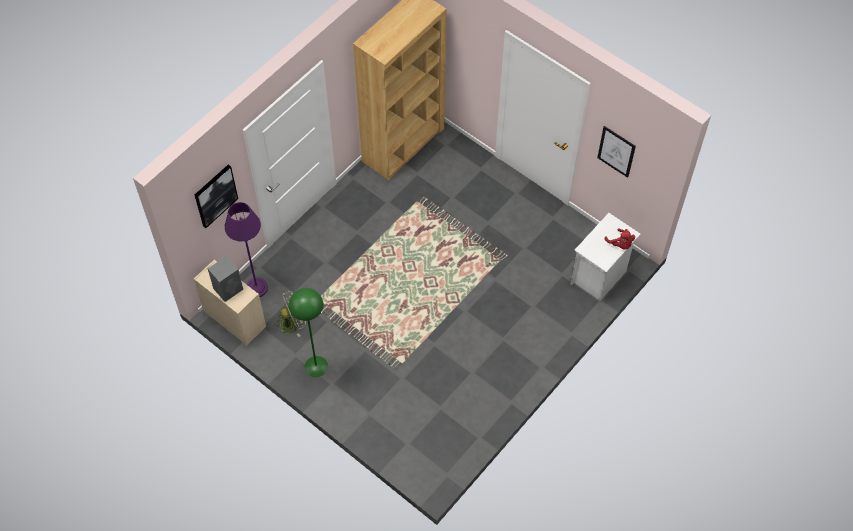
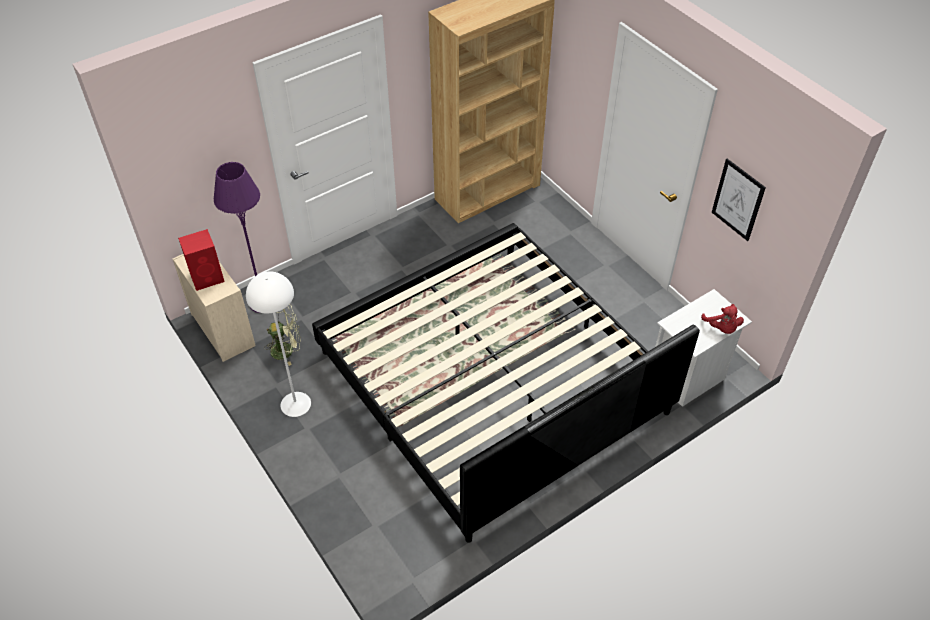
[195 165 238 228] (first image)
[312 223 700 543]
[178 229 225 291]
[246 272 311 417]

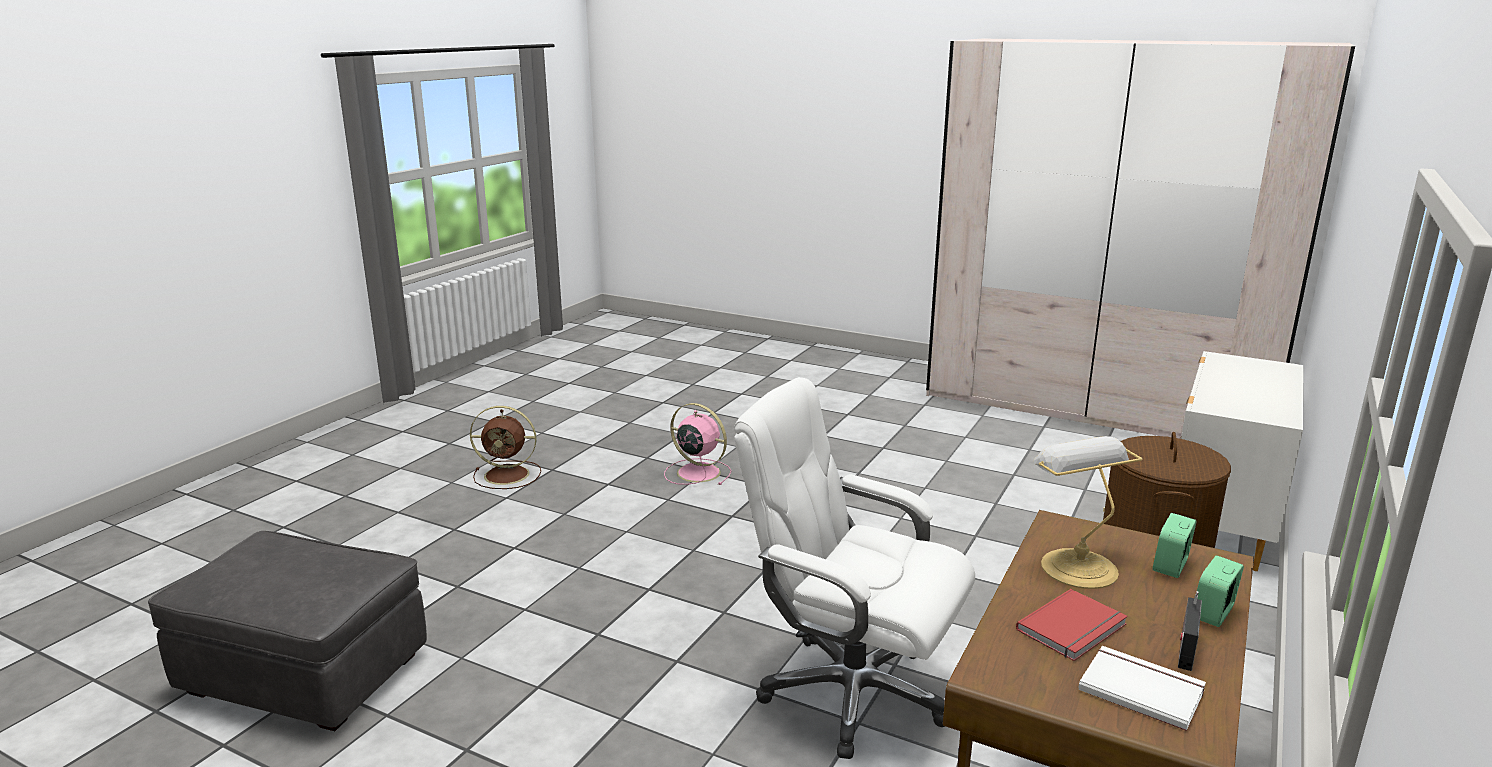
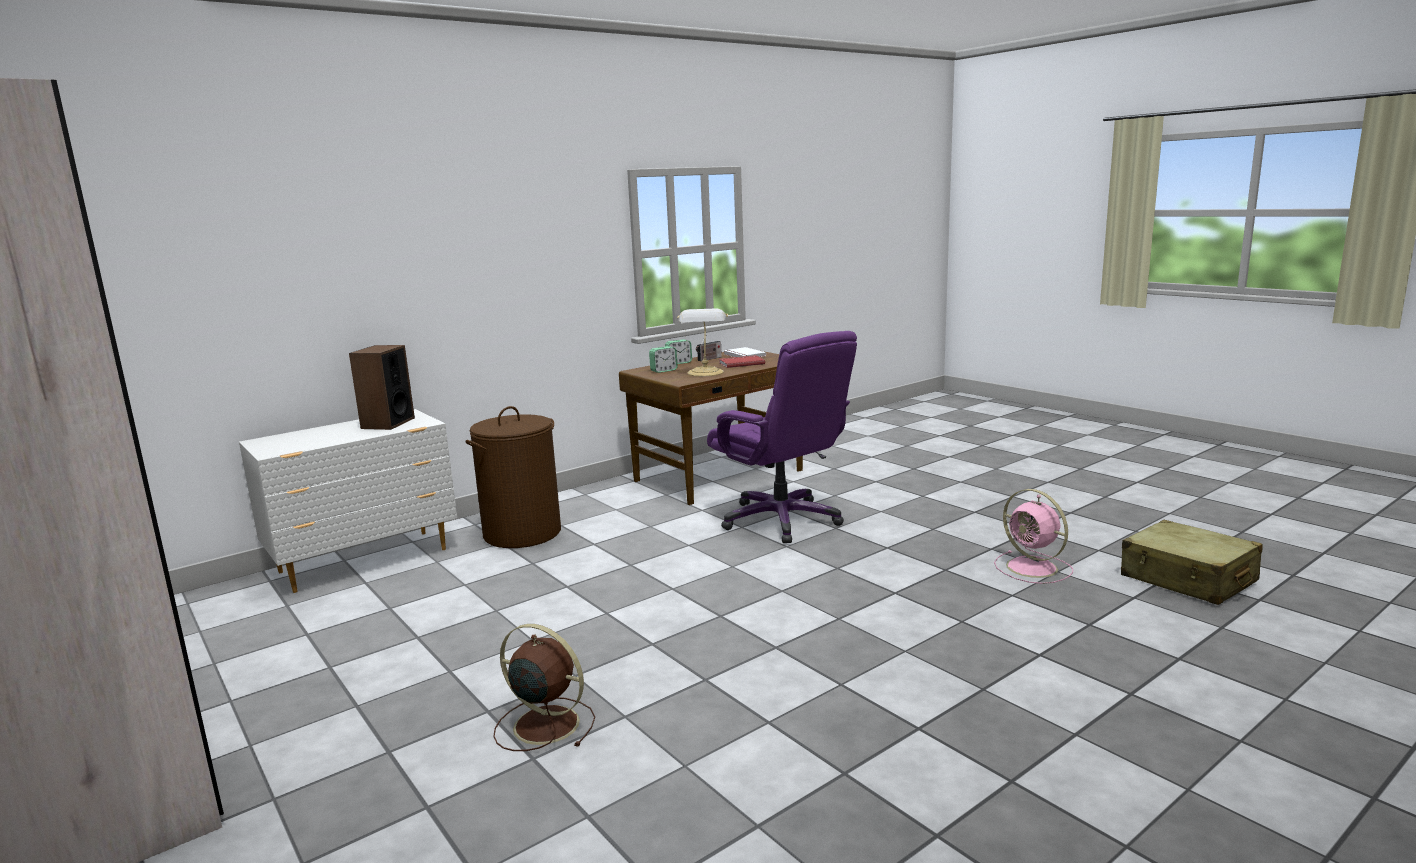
[349 345 415 430]
[494 624 595 751]
[994 489 1073 584]
[1121 520 1263 605]
[707 331 857 543]

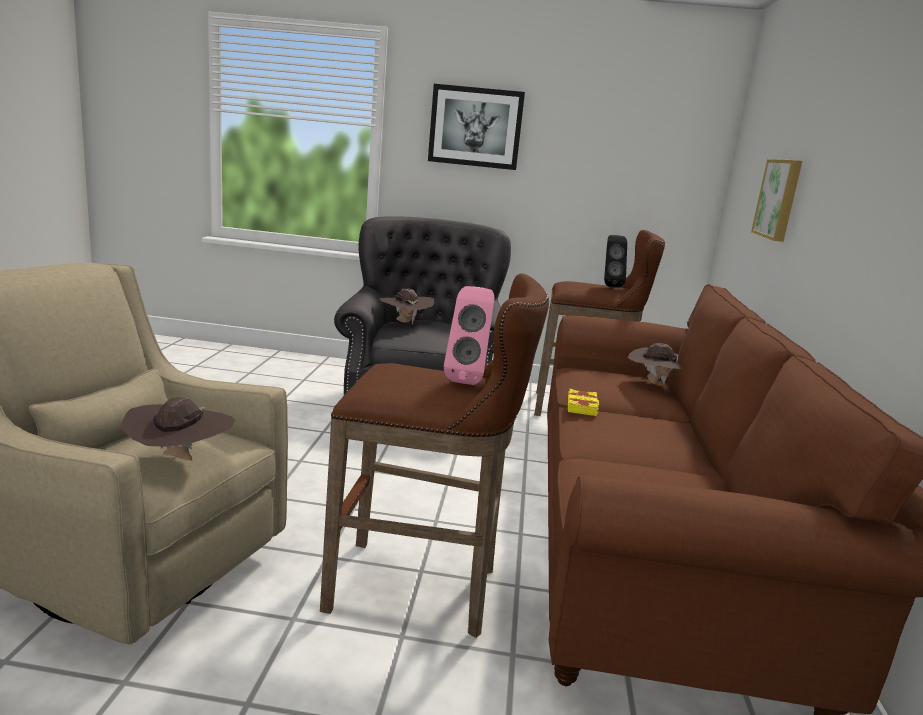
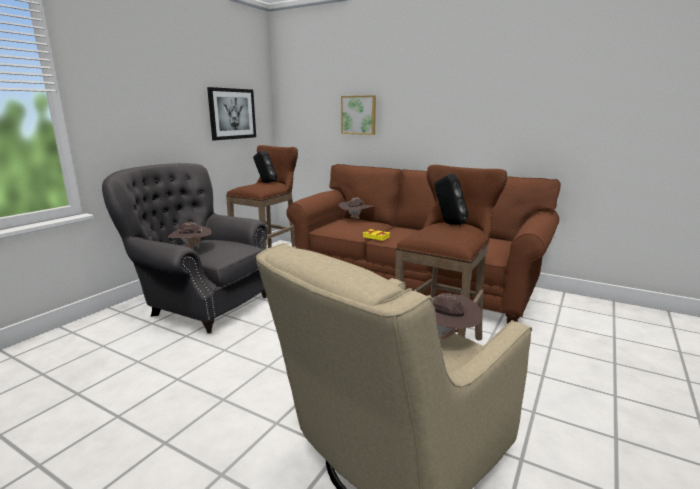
[207 87 256 140]
[434 174 469 225]

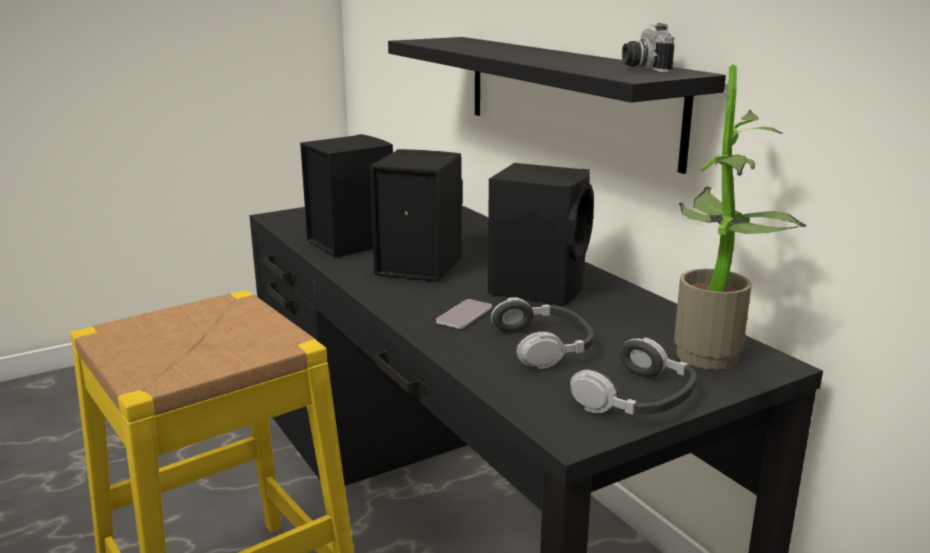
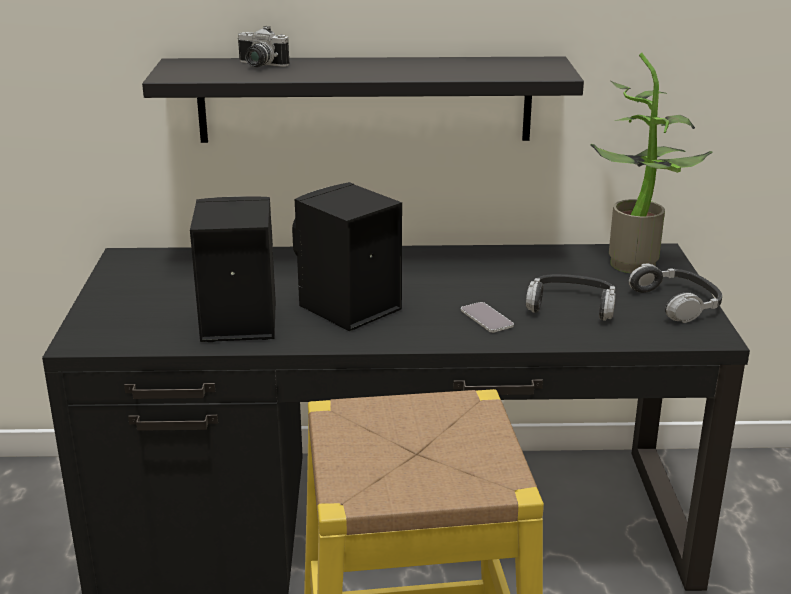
[488 163 594 306] (first image)
[237 26 289 67]

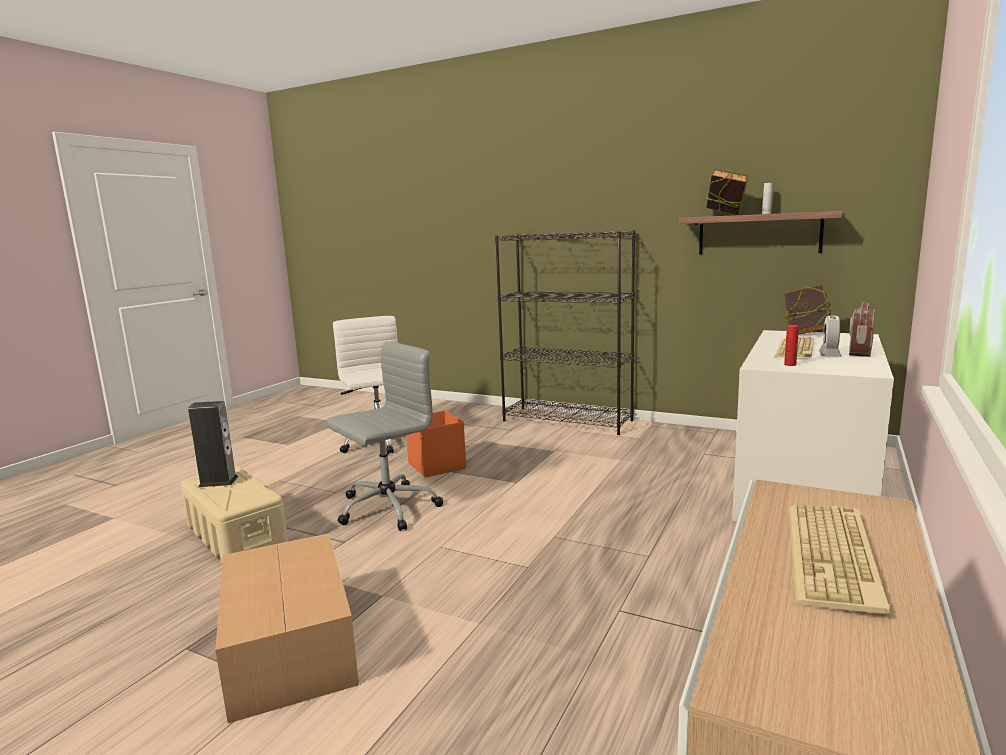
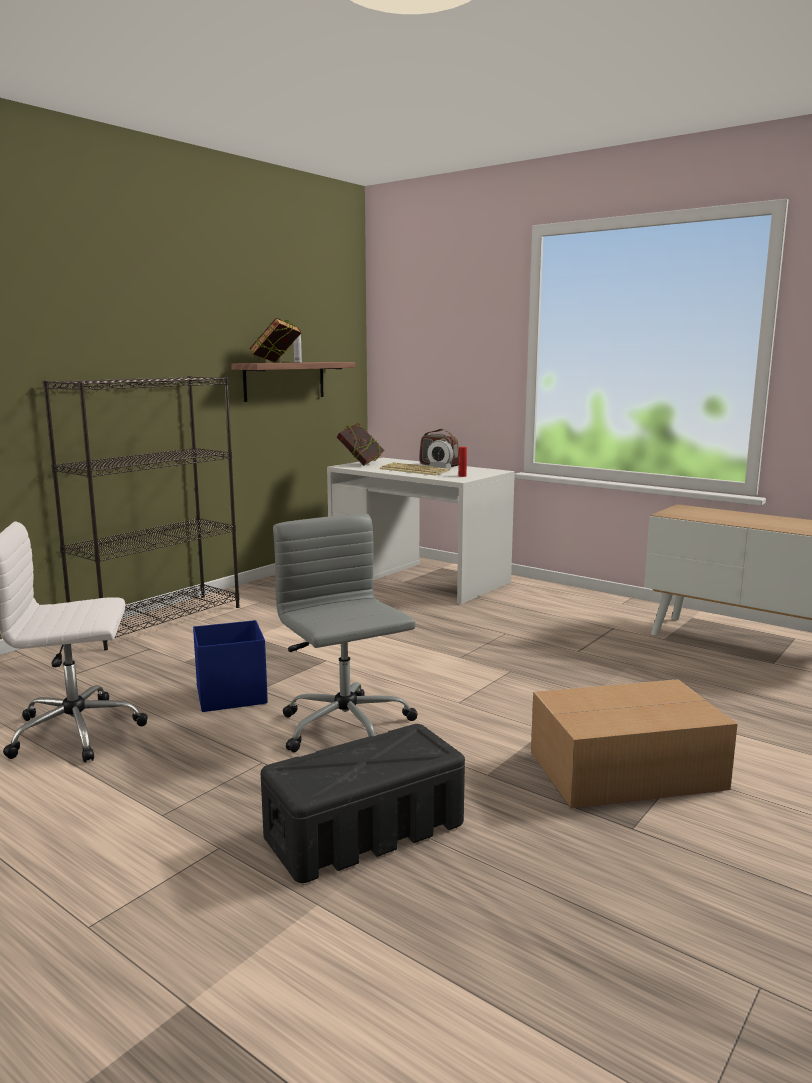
[188 401 238 487] (first image)
[789 504 890 614] (first image)
[261 724 465 883]
[193 620 268 712]

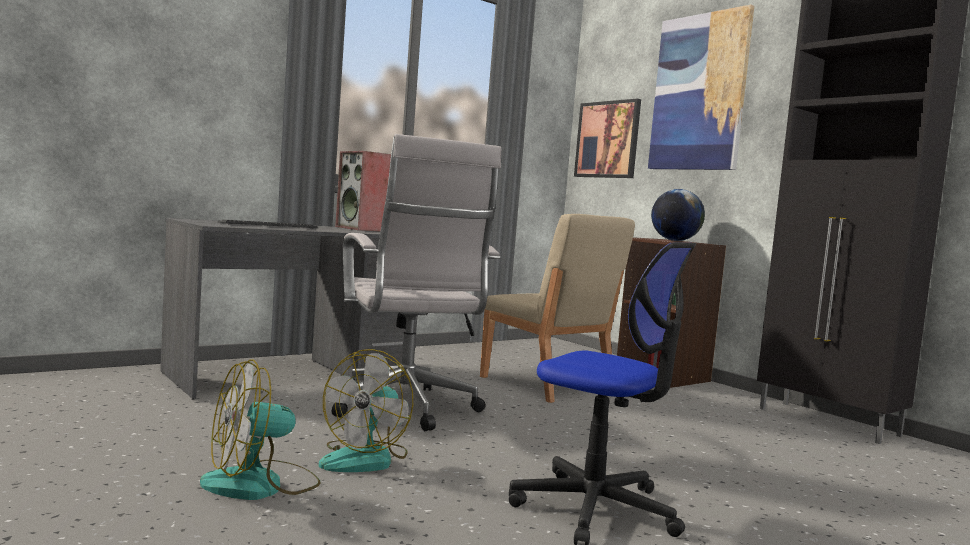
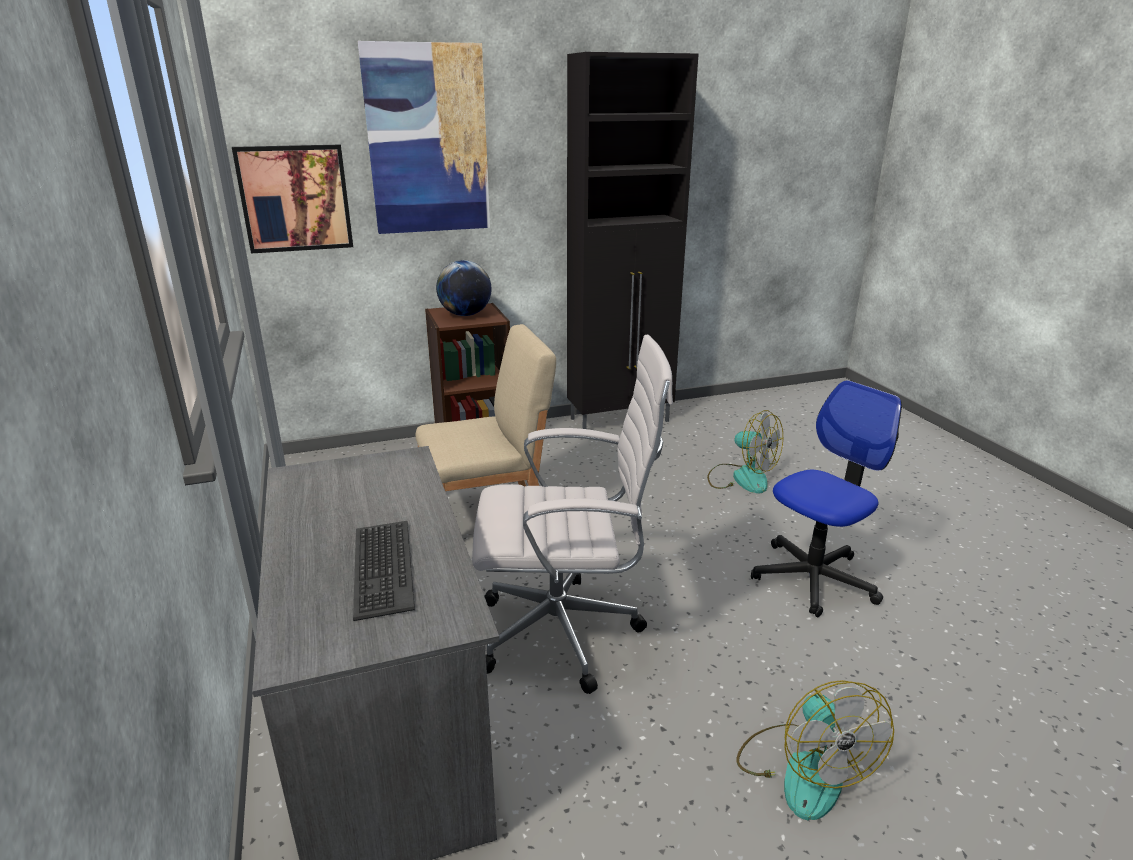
[335 151 391 231] (first image)
[707 410 783 493]

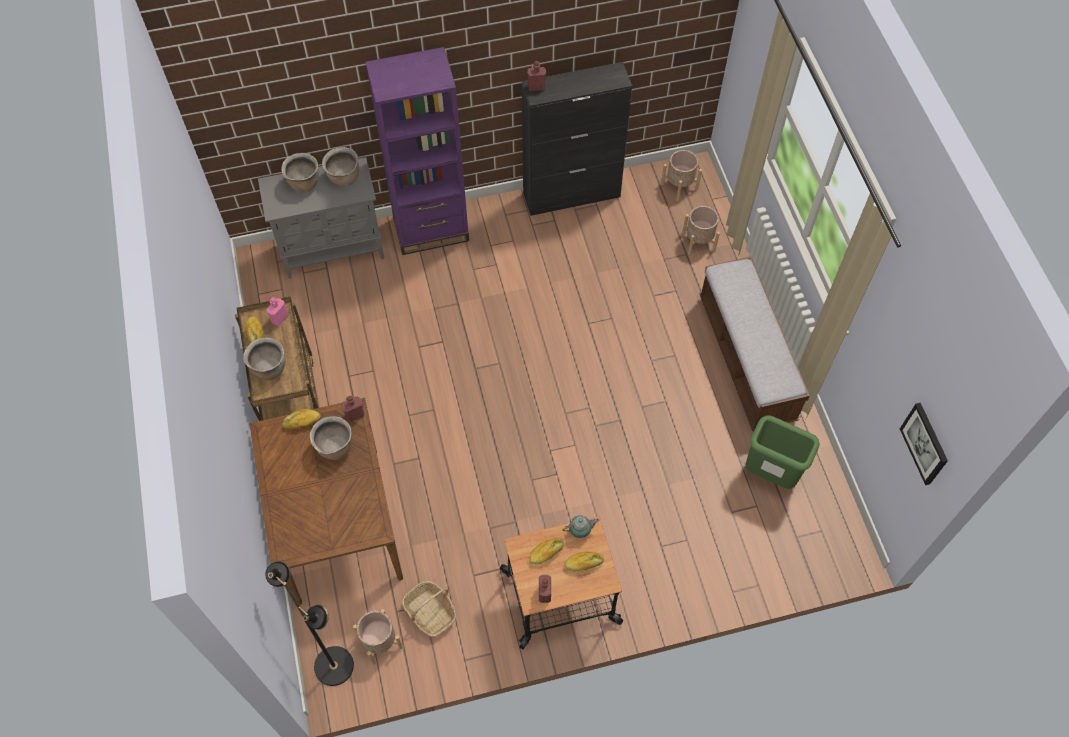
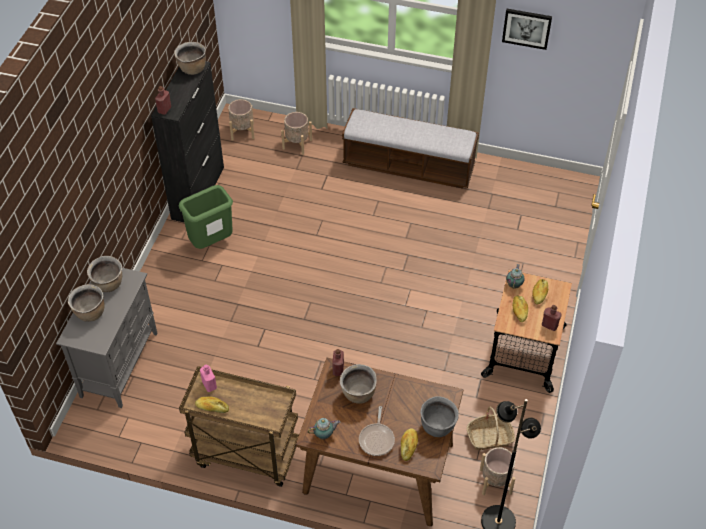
[366 47 469 255] (first image)
[308 418 340 440]
[359 406 395 456]
[420 396 459 437]
[174 42 206 75]
[401 428 418 461]
[179 185 233 249]
[502 9 552 50]

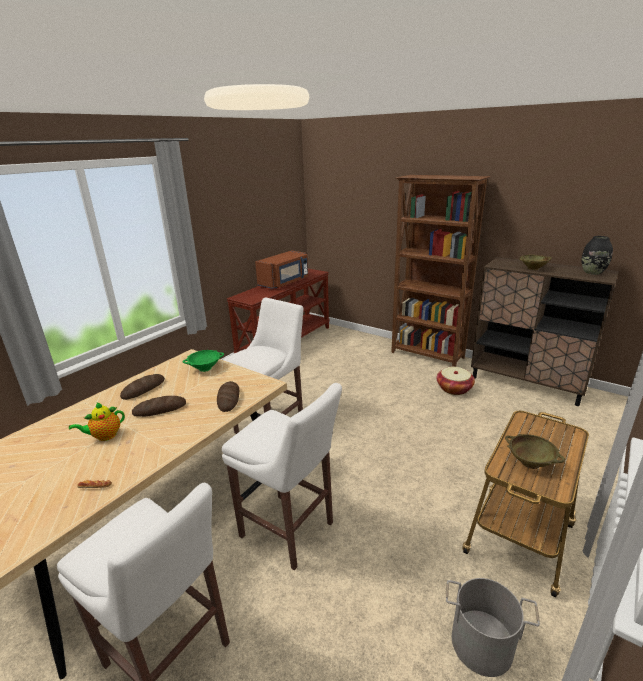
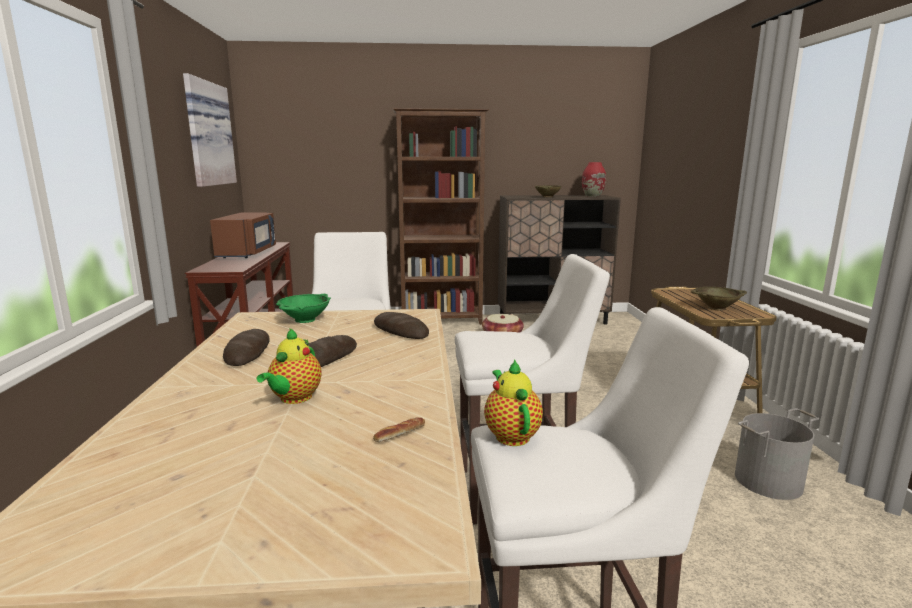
[183 73 237 187]
[484 359 543 446]
[582 162 606 196]

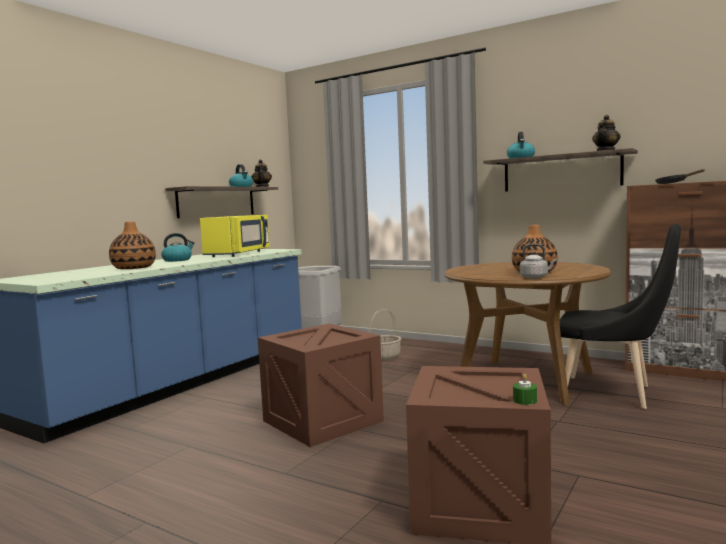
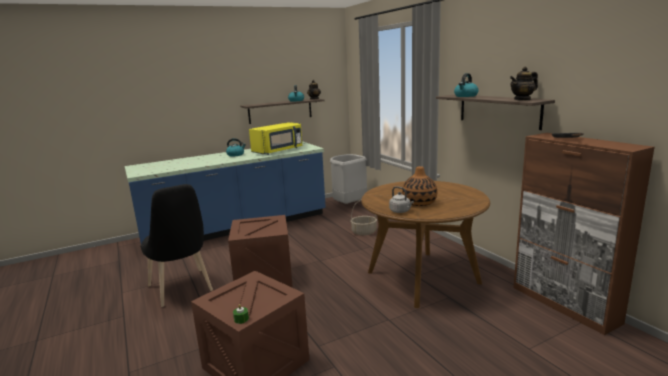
[109 222 156 269] (first image)
[140 184 213 307]

